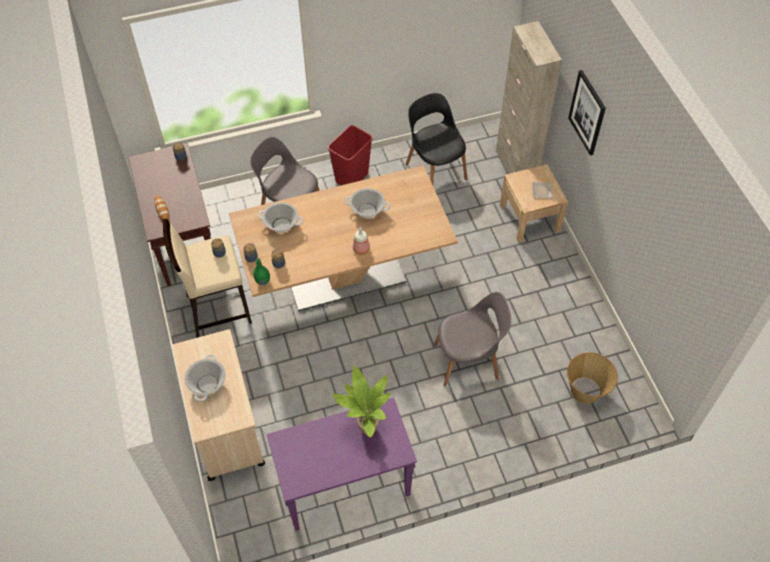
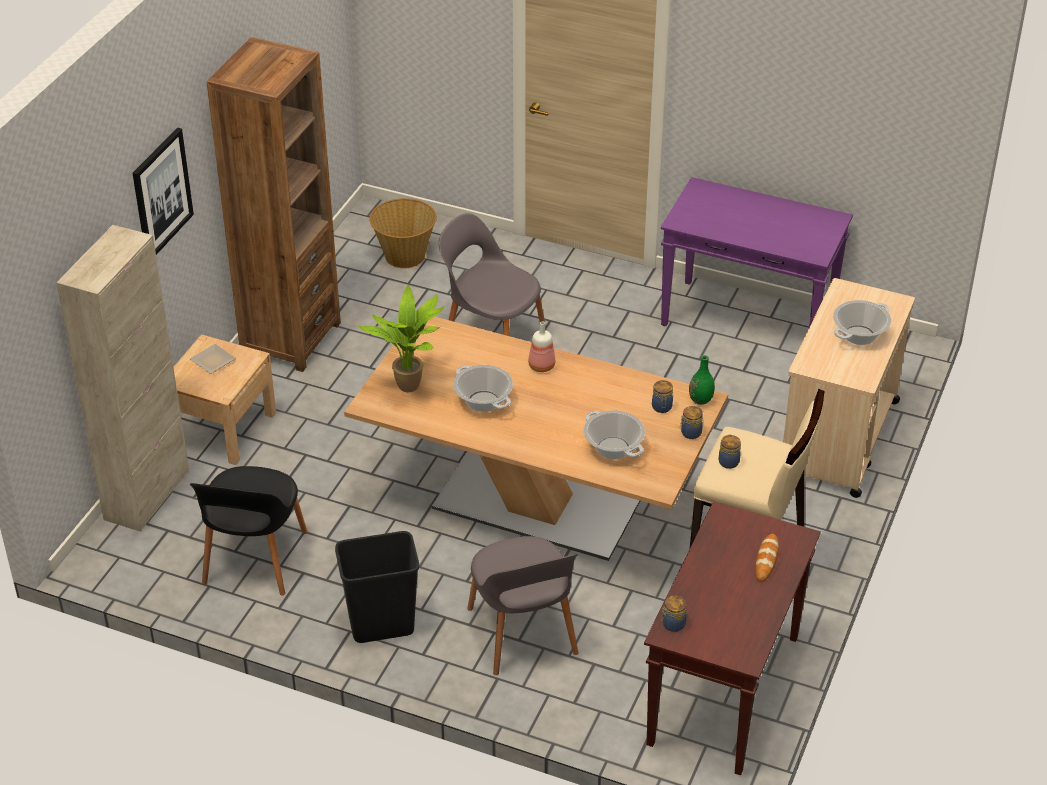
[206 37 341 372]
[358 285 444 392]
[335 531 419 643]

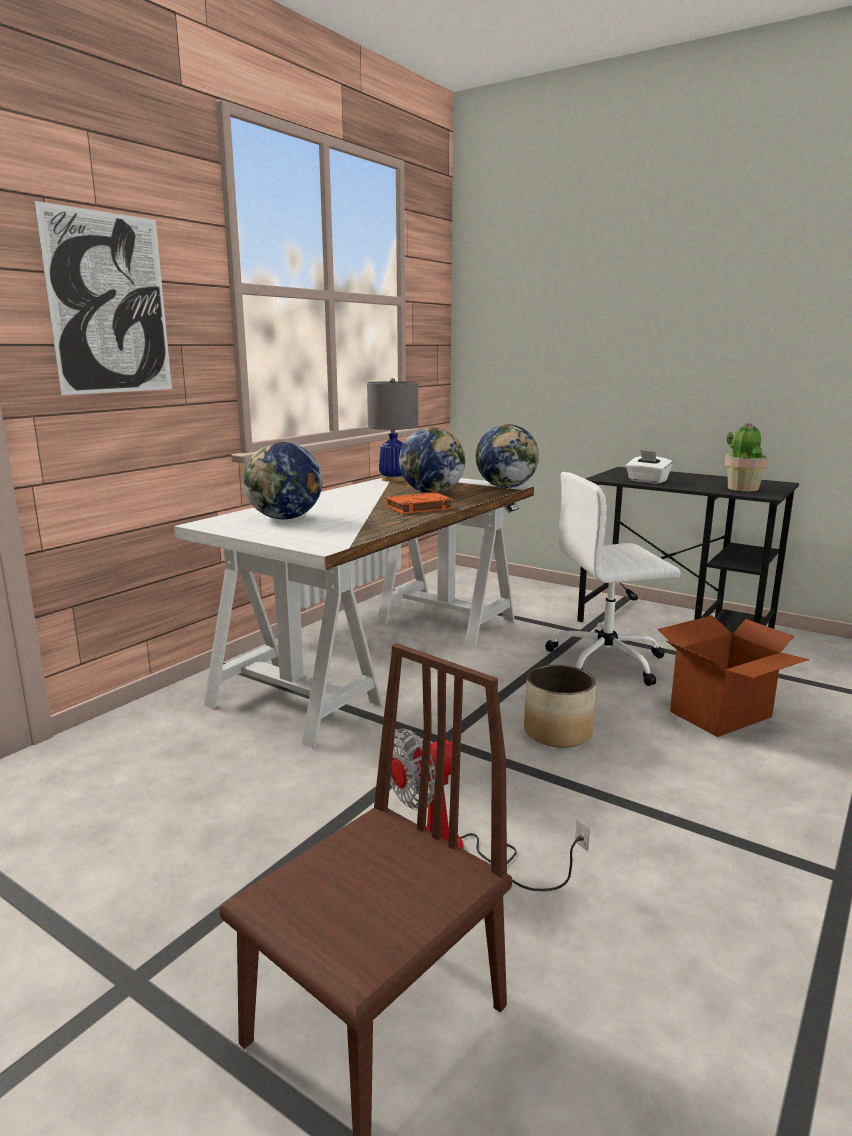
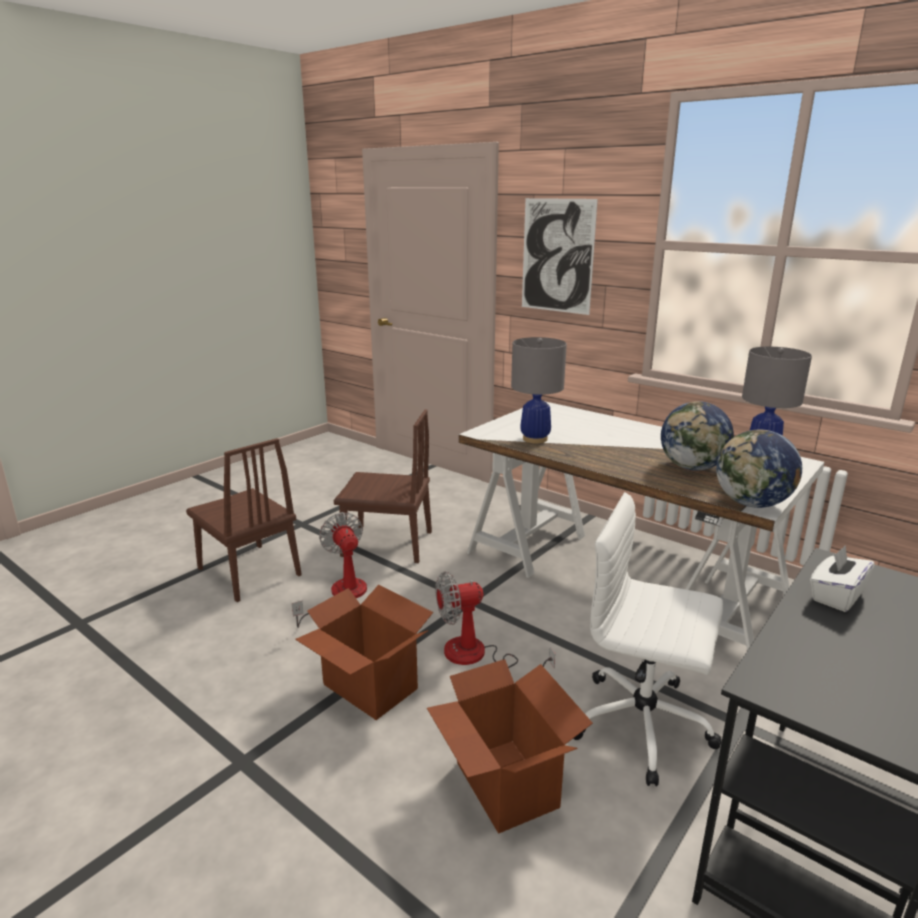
[243 442 323 520] (first image)
[386 492 453 514] (first image)
[725 422 769 491] (first image)
[295 585 433 720]
[334 409 432 563]
[511 337 567 443]
[435 572 555 668]
[573 492 723 786]

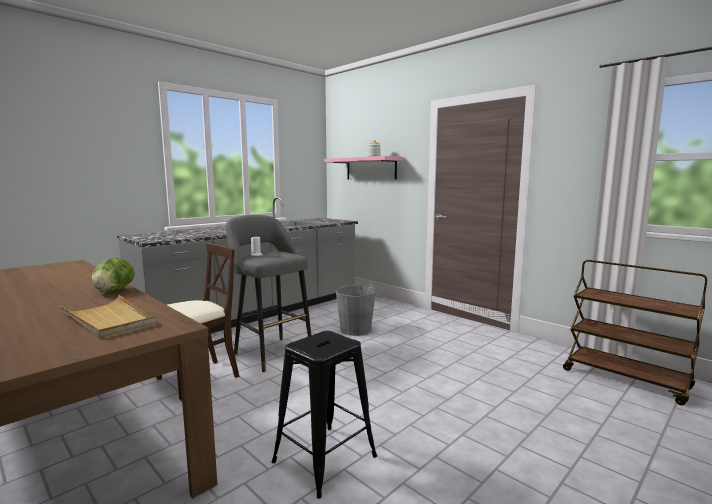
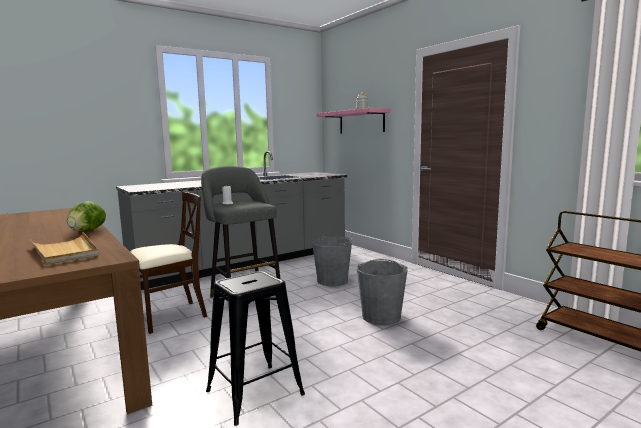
[357 259 408 325]

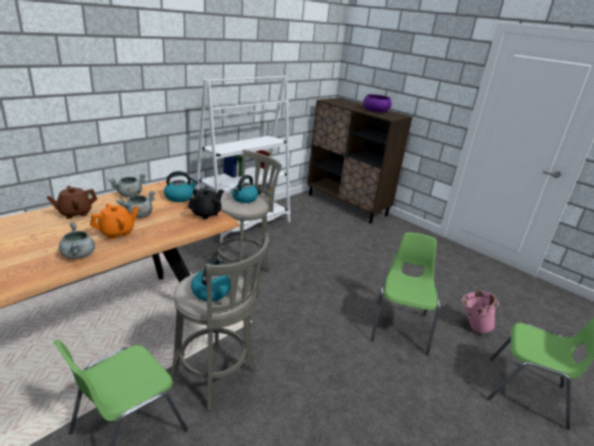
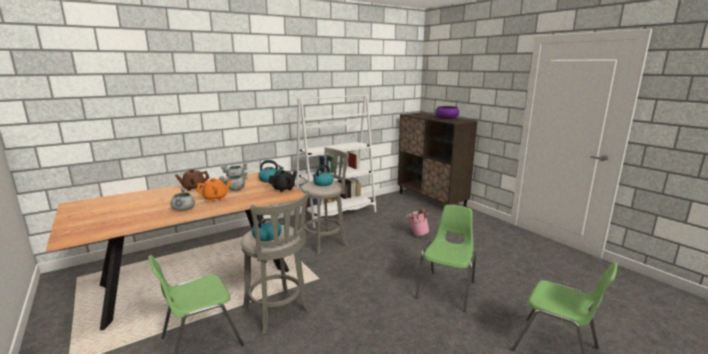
[405 209 430 236]

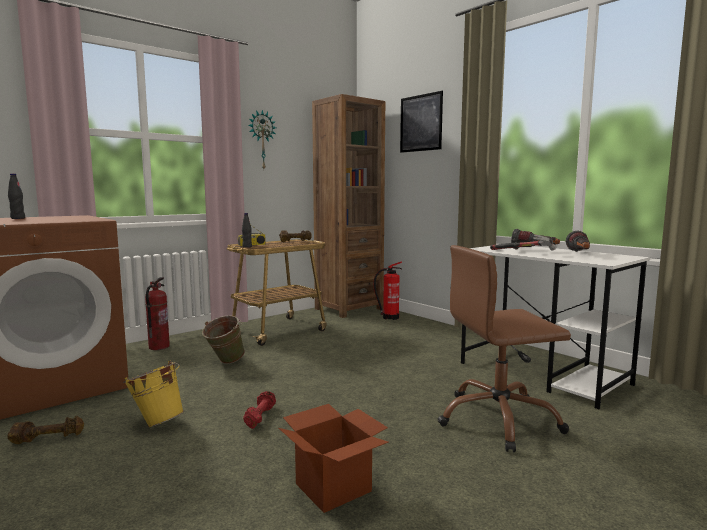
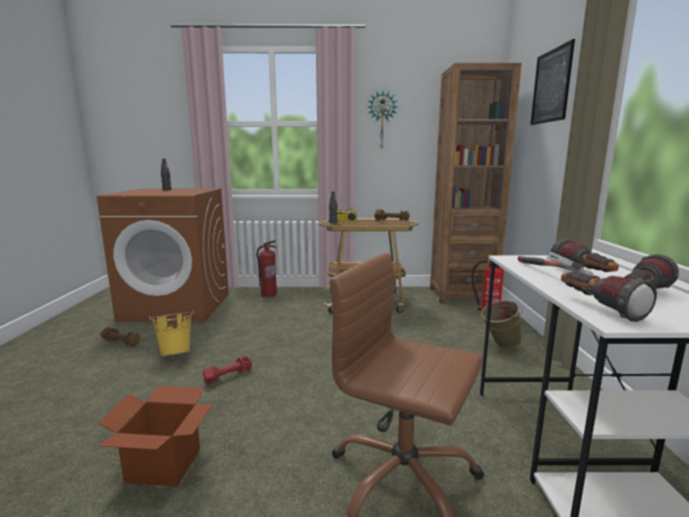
[561 272 657 322]
[481 300 523 348]

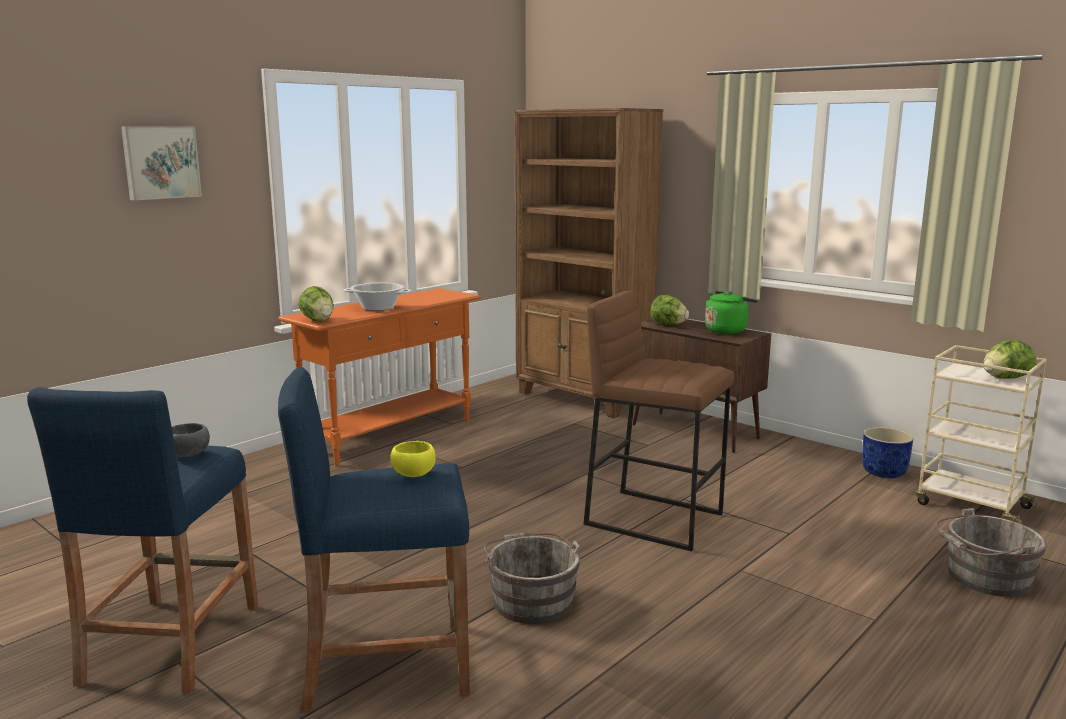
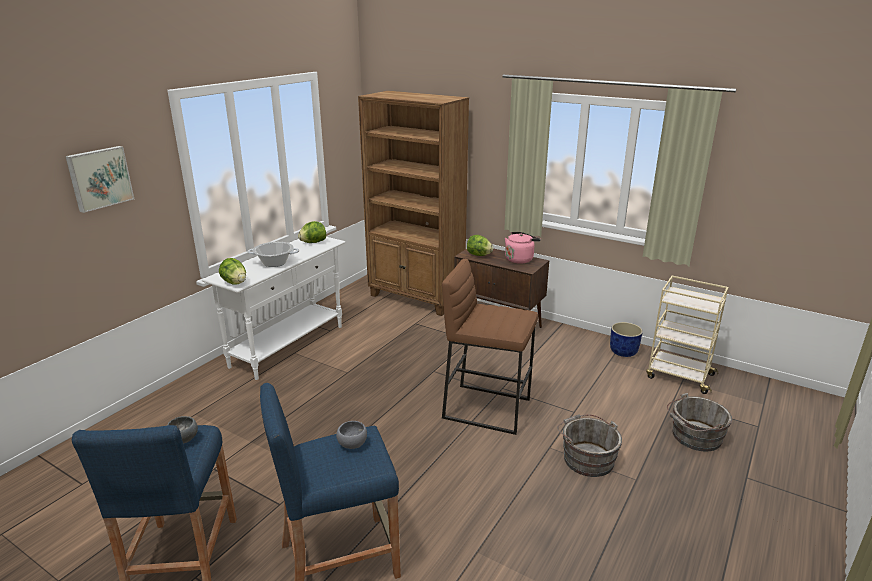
[557 414 622 477]
[298 221 326 243]
[202 237 345 380]
[336 421 367 449]
[505 232 540 264]

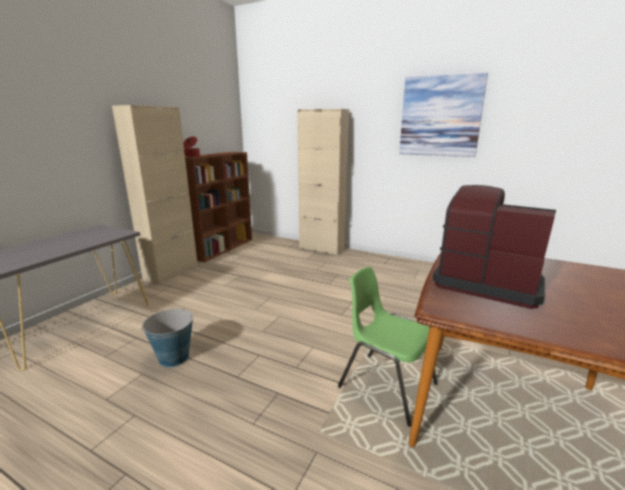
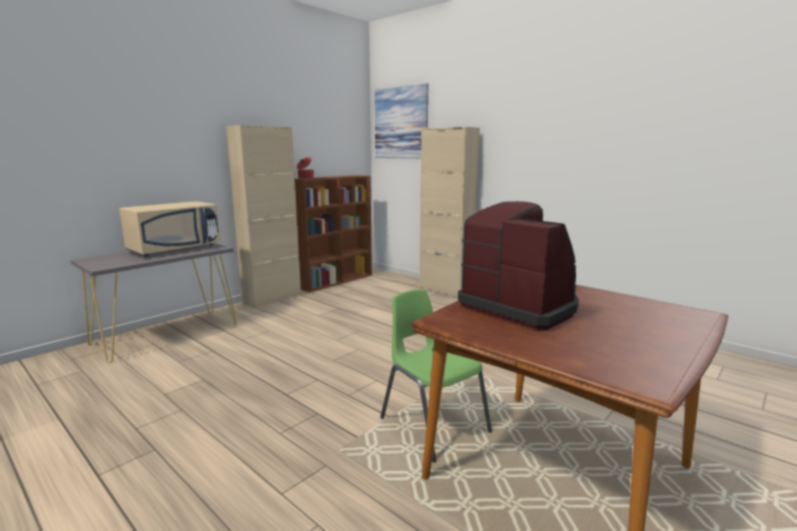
[142 309 193 367] (first image)
[119 201 221 256]
[374 83 428 159]

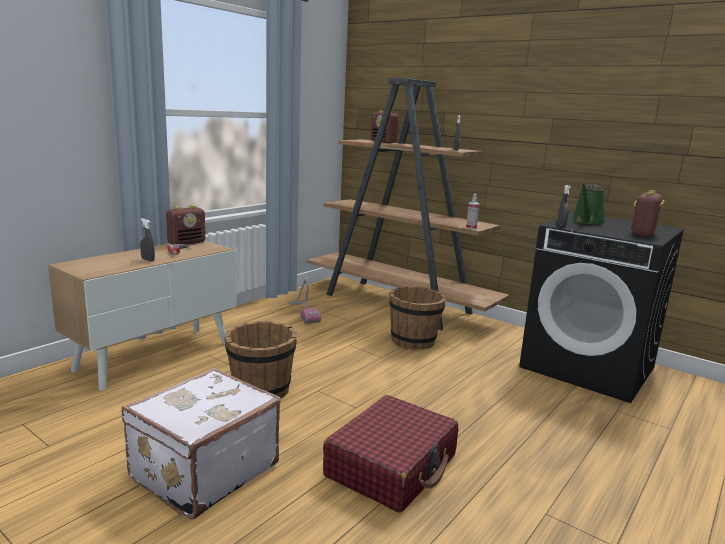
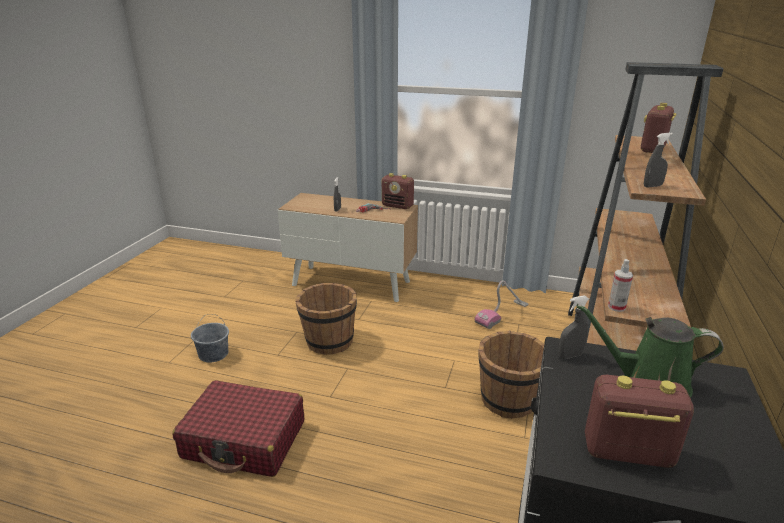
[191 314 229 362]

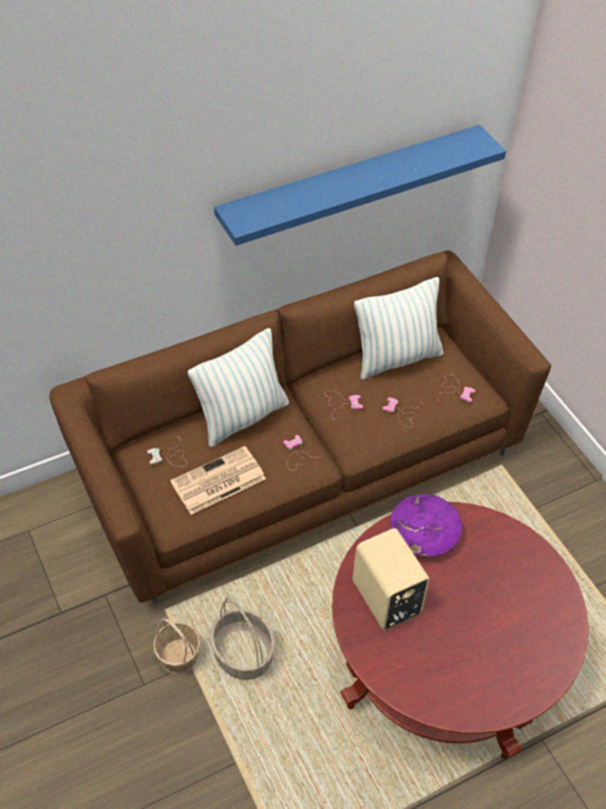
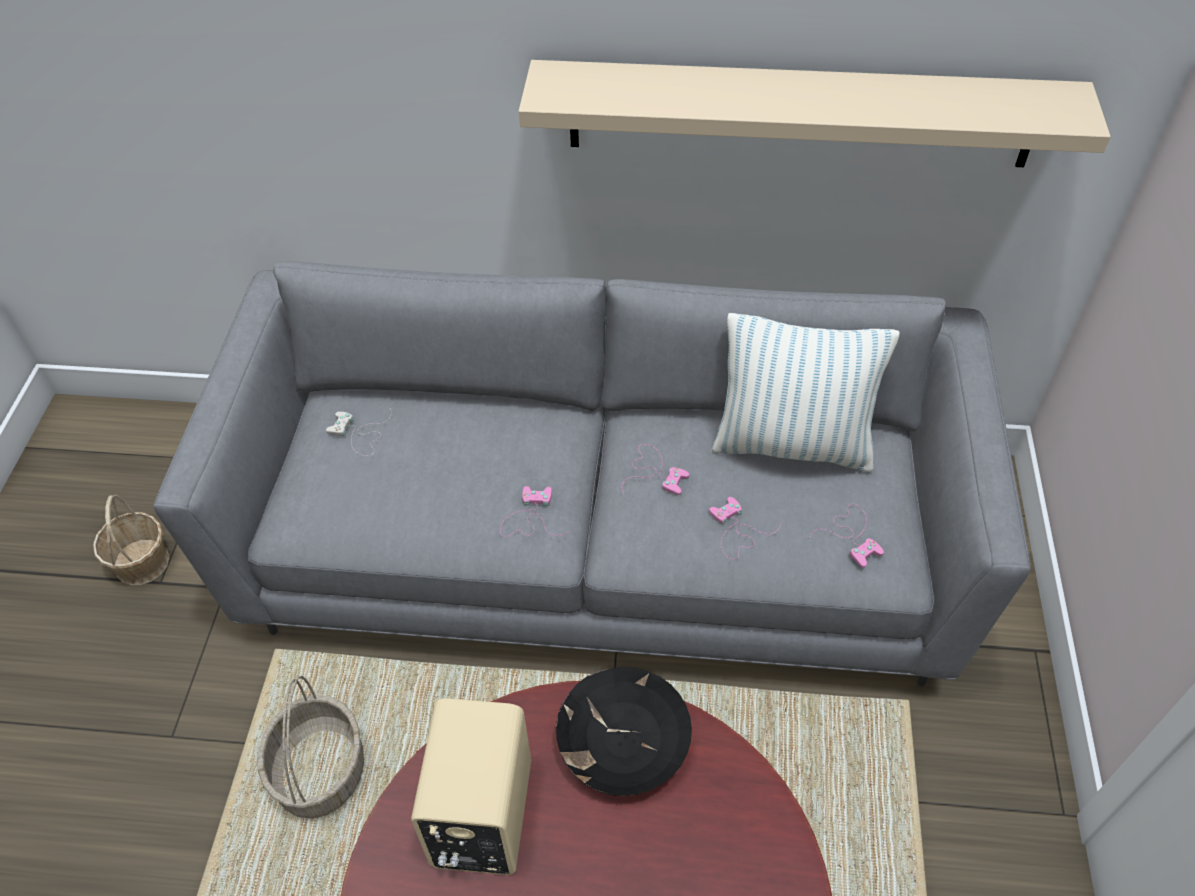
[170 446 266 515] (first image)
[188 328 289 448] (first image)
[93 495 170 585]
[153 261 1031 687]
[519 60 1111 167]
[556 667 692 796]

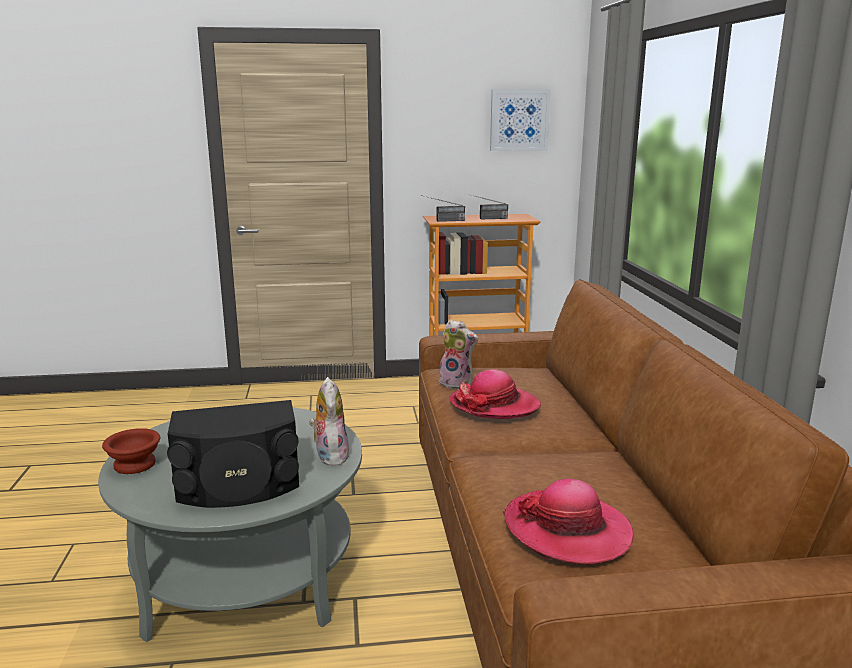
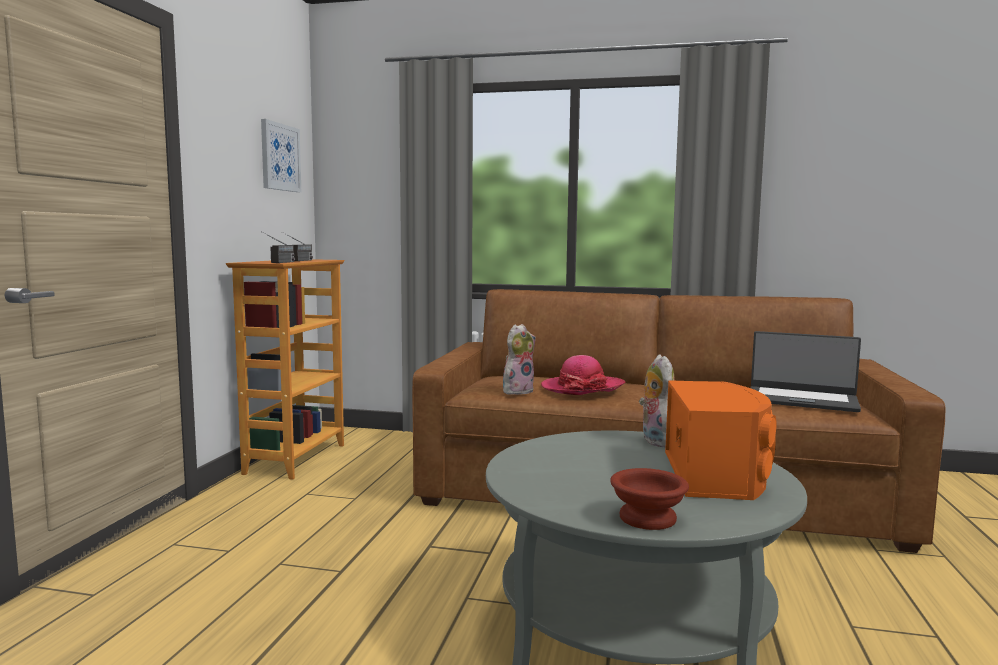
[750 331 861 412]
[665 380 776 500]
[639 354 675 447]

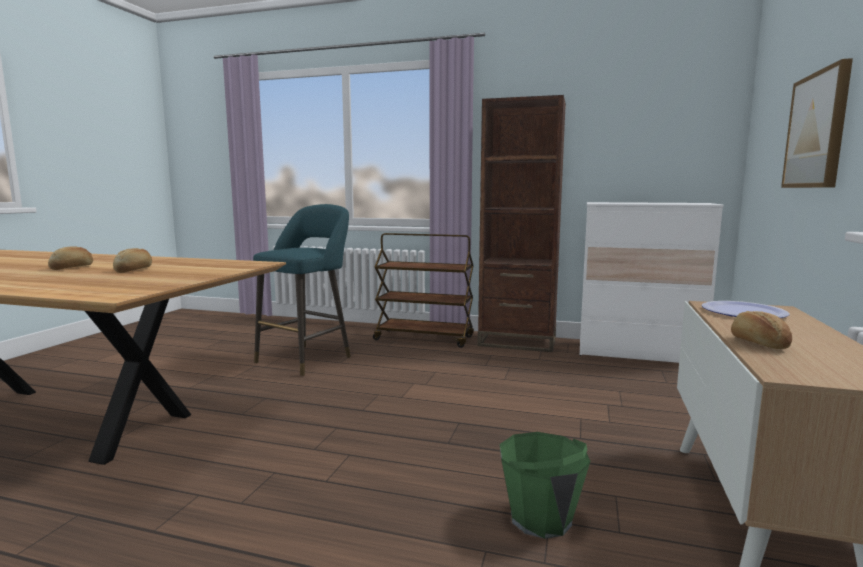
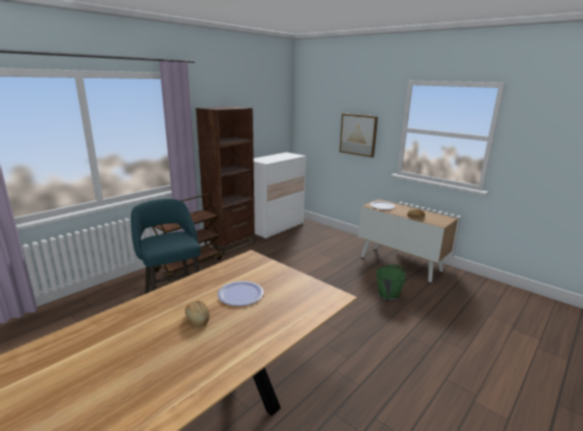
[217 281 264 306]

